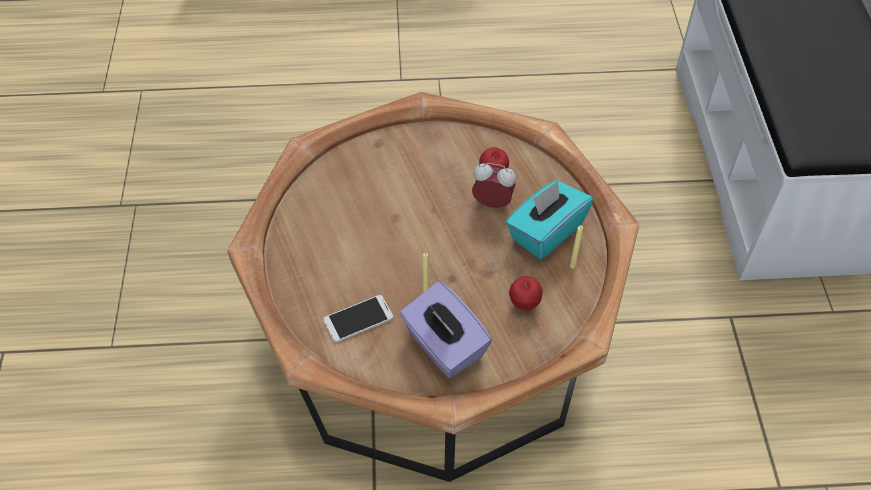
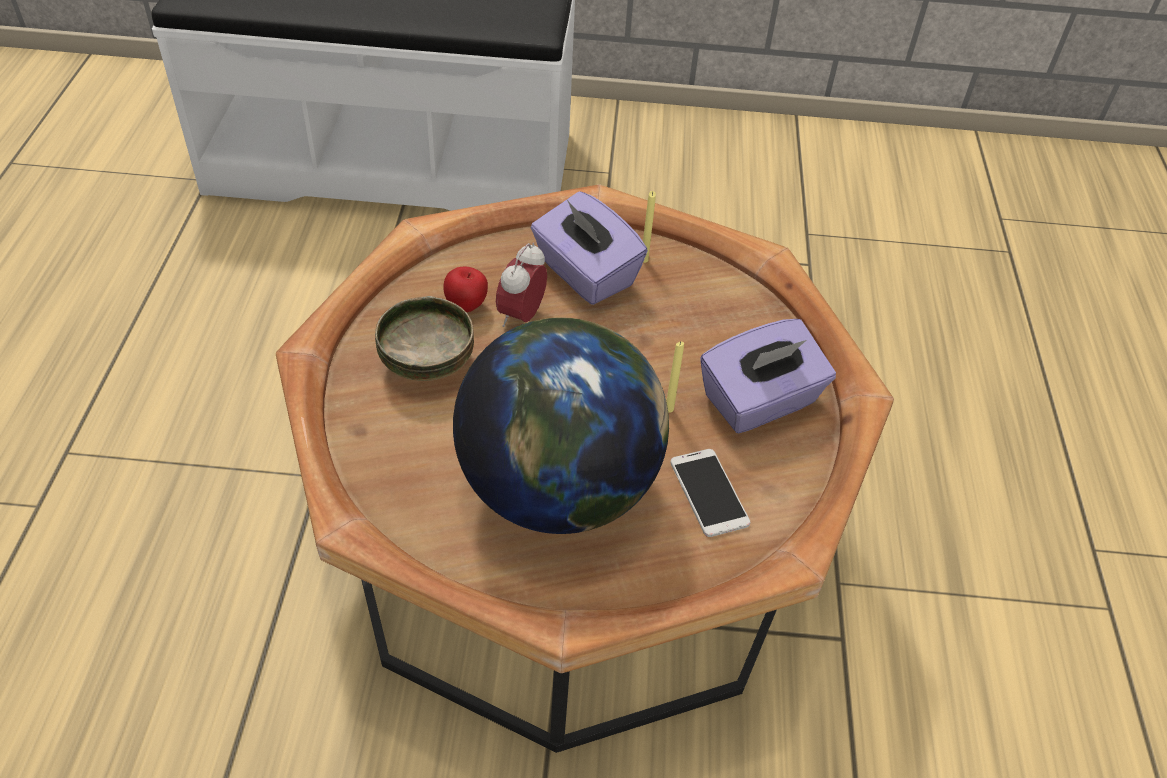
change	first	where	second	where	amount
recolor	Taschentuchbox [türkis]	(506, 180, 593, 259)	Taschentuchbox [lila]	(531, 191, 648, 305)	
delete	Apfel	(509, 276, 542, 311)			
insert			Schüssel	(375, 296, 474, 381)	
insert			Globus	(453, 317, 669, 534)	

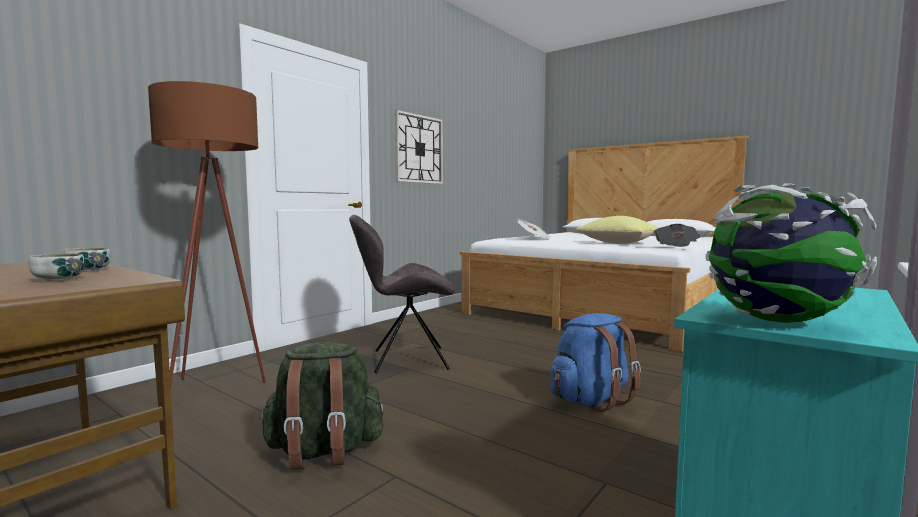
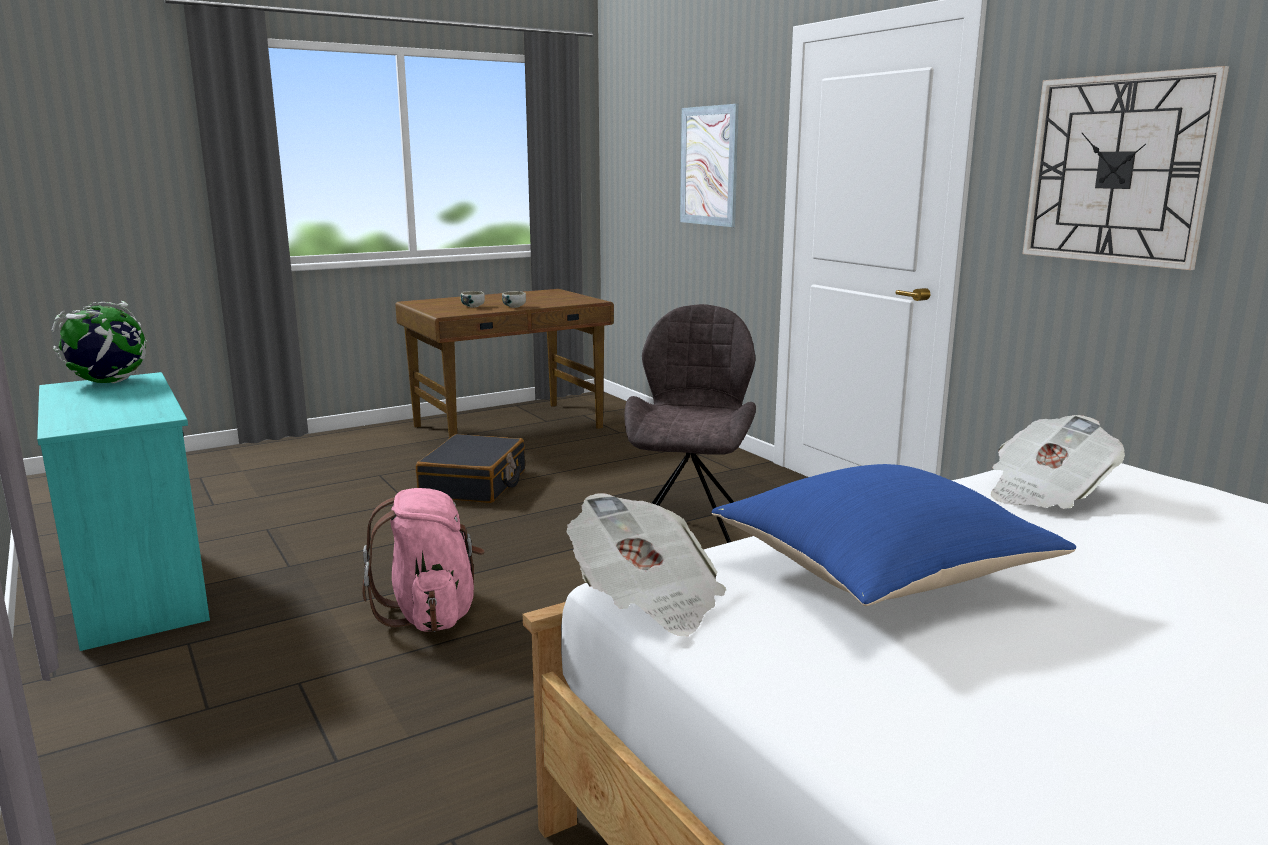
change	first	where	second	where	amount
delete	Stehlampe [braun]	(148, 81, 266, 387)			
recolor	Kissen [gelb]	(576, 216, 660, 244)	Kissen [blau]	(712, 464, 1076, 606)	
recolor	Rucksack [blau]	(550, 313, 641, 412)	Rucksack [rosa]	(362, 488, 485, 632)	
replace	Rucksack [grün]	(259, 342, 384, 470)	Koffer [schwarz]	(416, 434, 525, 503)	
insert			Bild	(680, 104, 739, 227)	

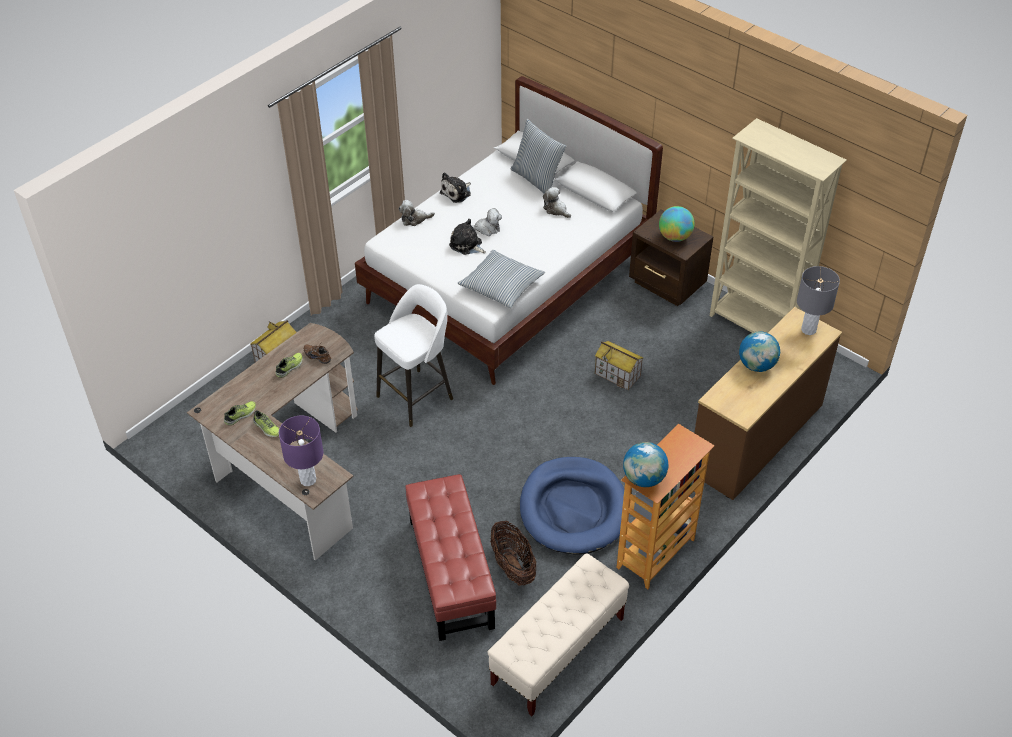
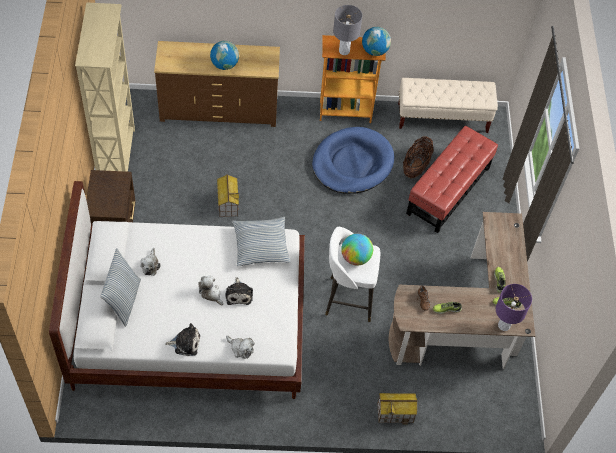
change	first	where	second	where	amount
move	Globus	(659, 206, 695, 242)		(341, 233, 373, 265)	
move	Tischlampe [grau]	(797, 266, 840, 335)		(333, 5, 362, 55)	
move	Tischlampe [lila]	(279, 415, 323, 486)		(496, 284, 532, 331)	

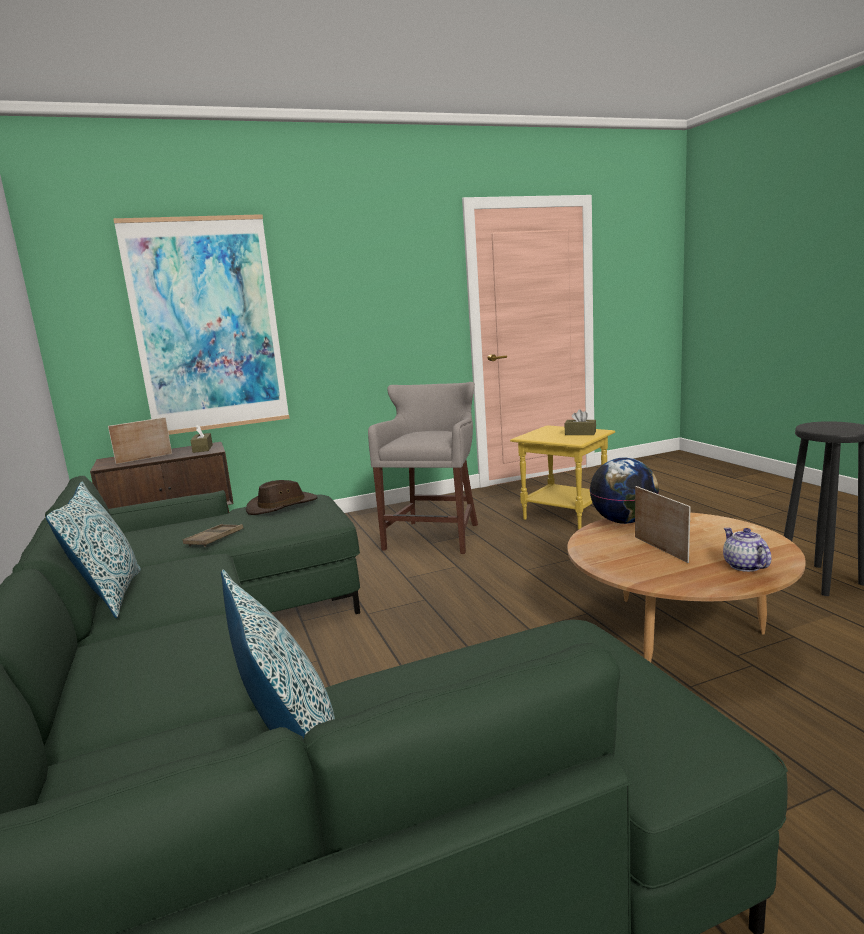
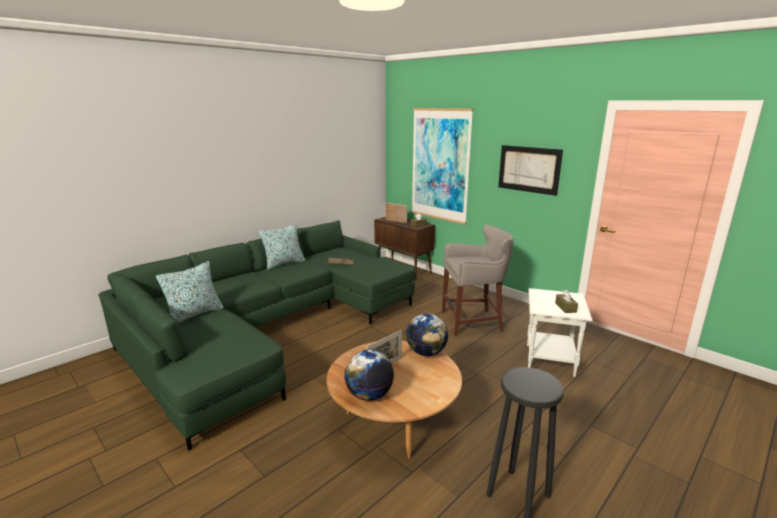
change	first	where	second	where	amount
recolor	Beistelltisch [gelb]	(510, 425, 615, 529)	Beistelltisch [weiß]	(527, 288, 593, 377)	
delete	Hut [braun]	(246, 480, 318, 515)			
replace	Teekanne	(723, 528, 771, 572)	Globus	(344, 350, 394, 401)	
insert			Bild	(498, 145, 563, 196)	

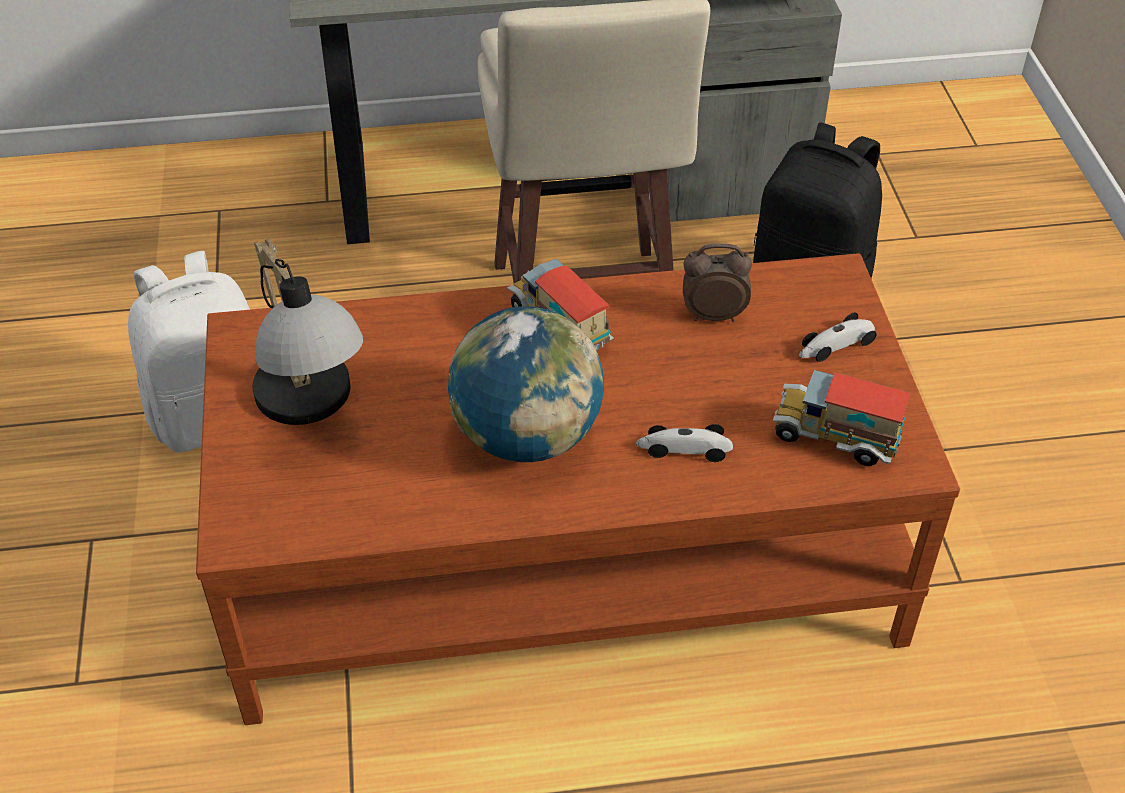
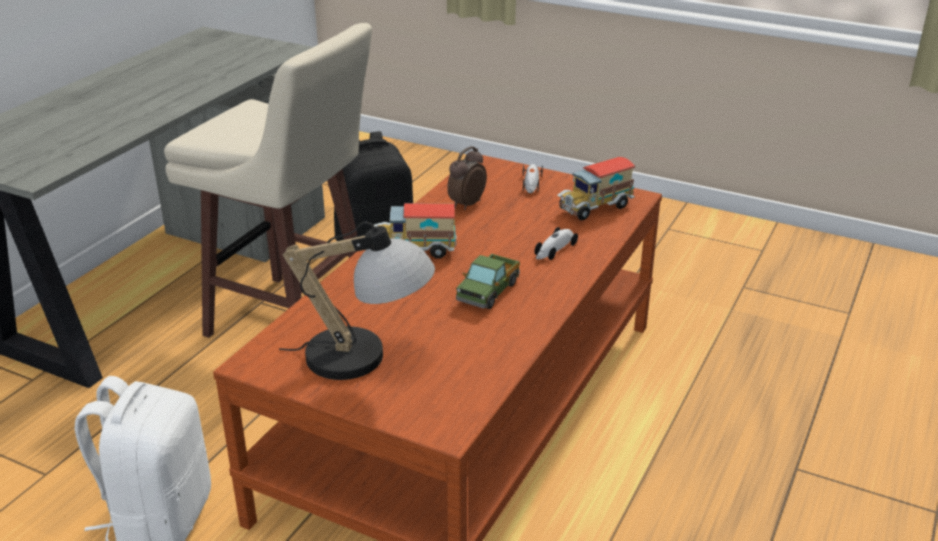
change	first	where	second	where	amount
replace	Globus	(448, 306, 604, 462)	Spielzeuglaster	(456, 254, 520, 309)	

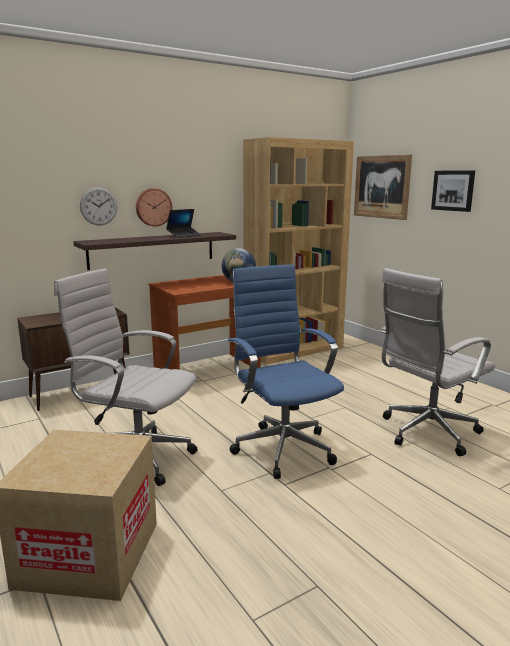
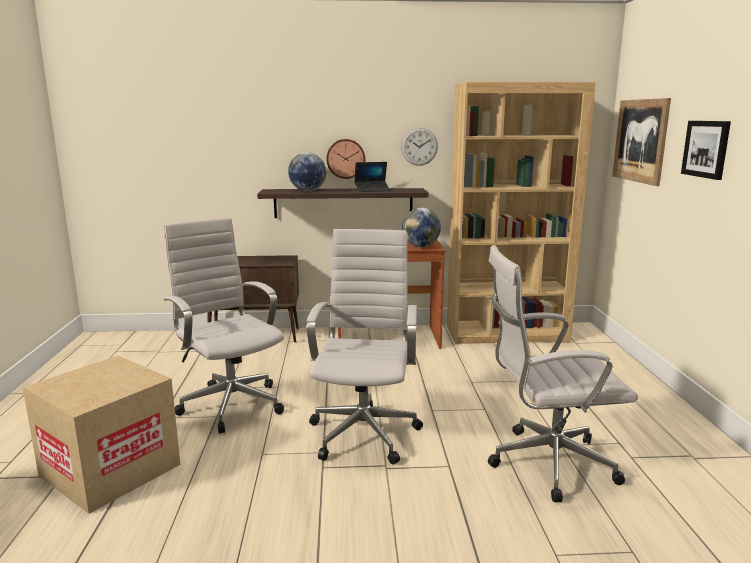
change	first	where	second	where	amount
move	Wanduhr	(80, 187, 117, 226)		(401, 128, 438, 166)	
recolor	Bürostuhl [blau]	(228, 264, 344, 479)	Bürostuhl [weiß]	(307, 229, 423, 464)	
insert			Globus	(288, 152, 326, 191)	

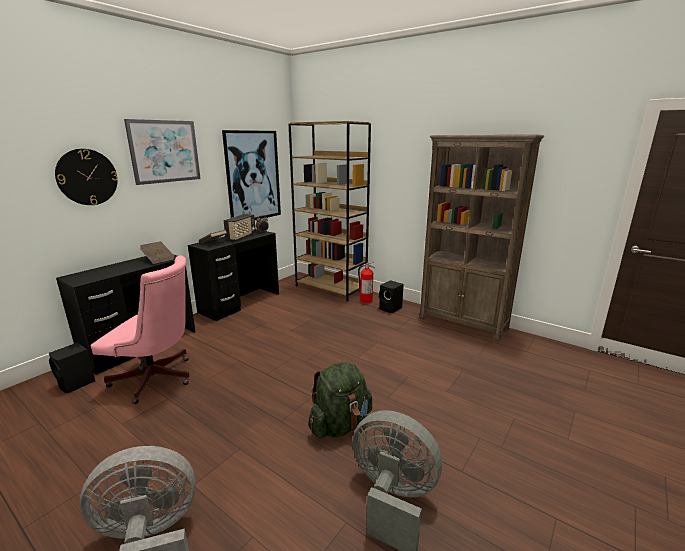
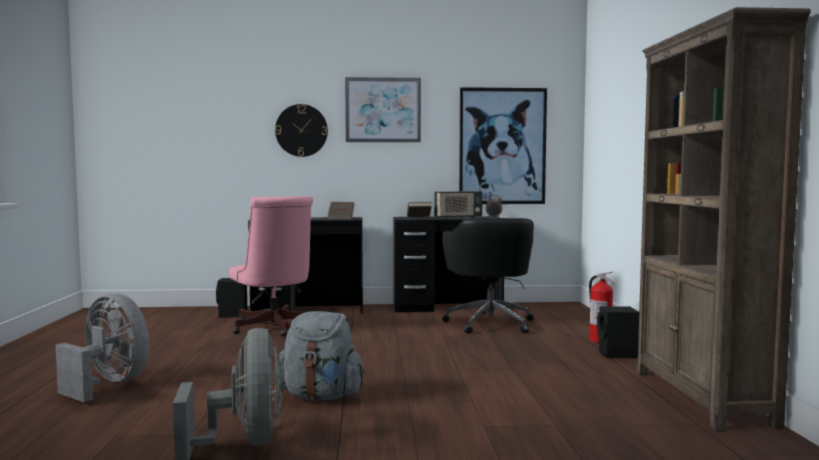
change	first	where	second	where	amount
delete	Bücherregal [braun]	(289, 121, 371, 301)			
recolor	Rucksack [grün]	(308, 362, 372, 438)	Rucksack [grau]	(277, 311, 365, 401)	
insert			Bürostuhl [schwarz]	(442, 218, 534, 334)	

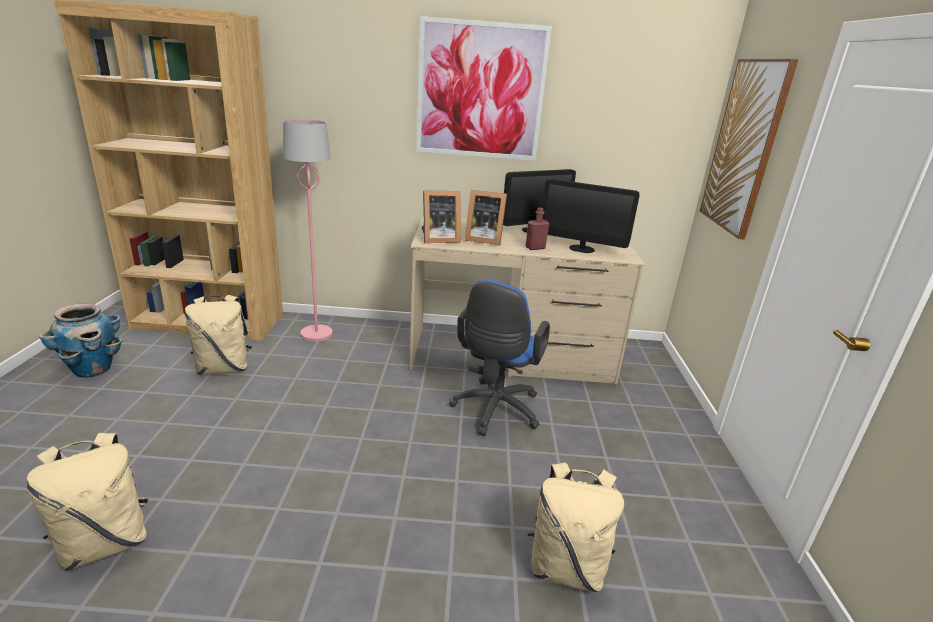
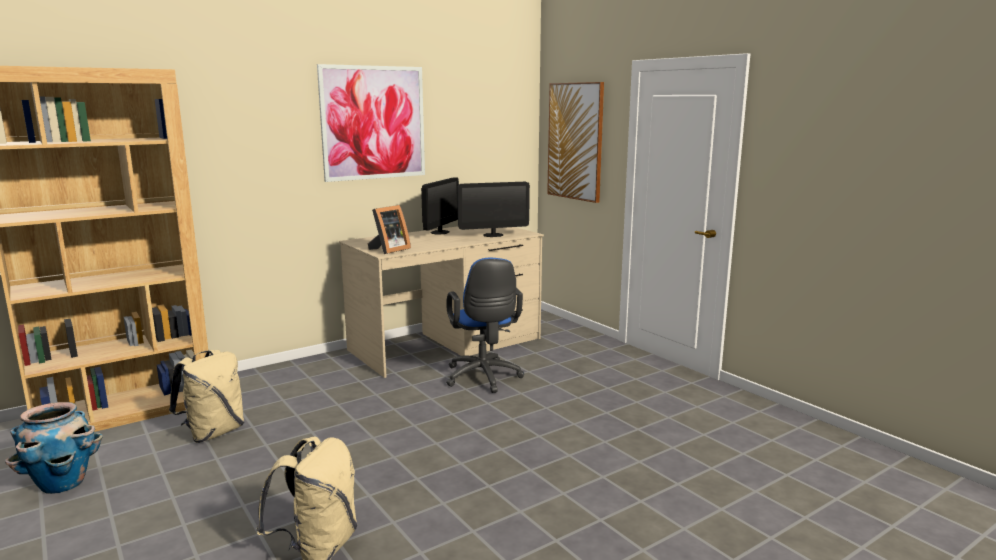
change	first	where	second	where	amount
delete	Stehlampe [rosa]	(283, 119, 333, 342)			
delete	Bilderrahmen	(465, 190, 507, 245)			
delete	Flasche [rot]	(526, 207, 549, 250)			
delete	Rucksack [beige]	(528, 462, 624, 592)			

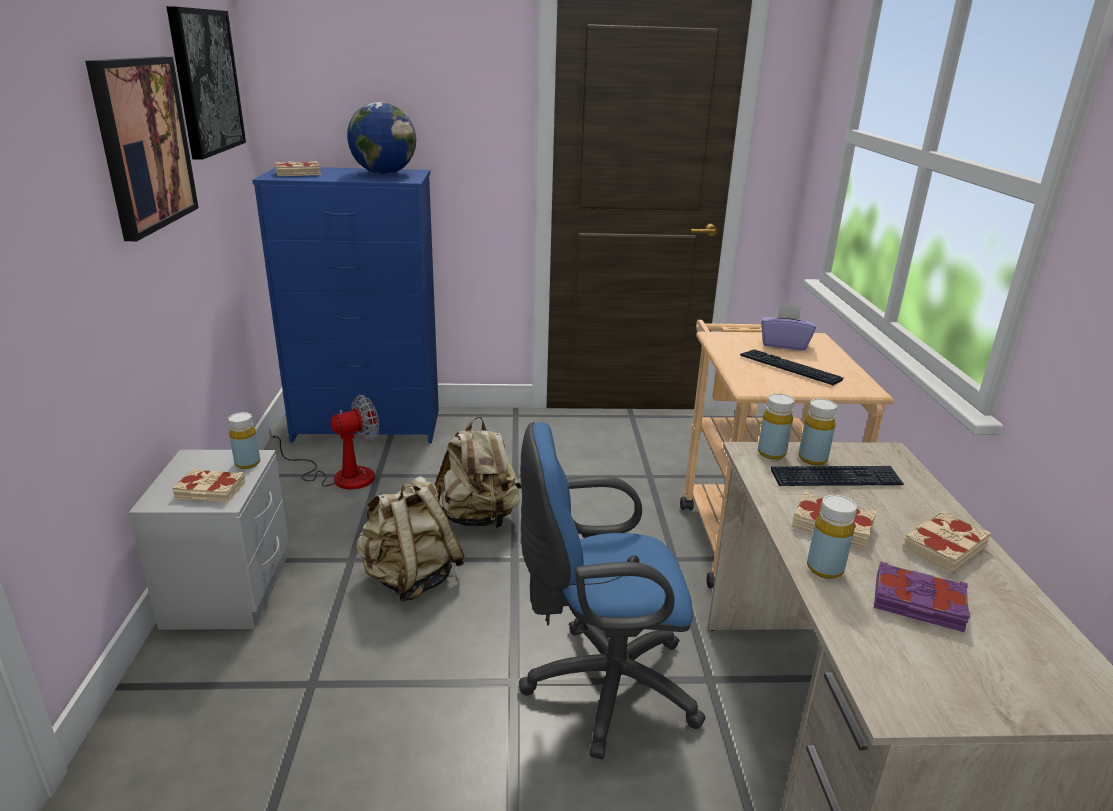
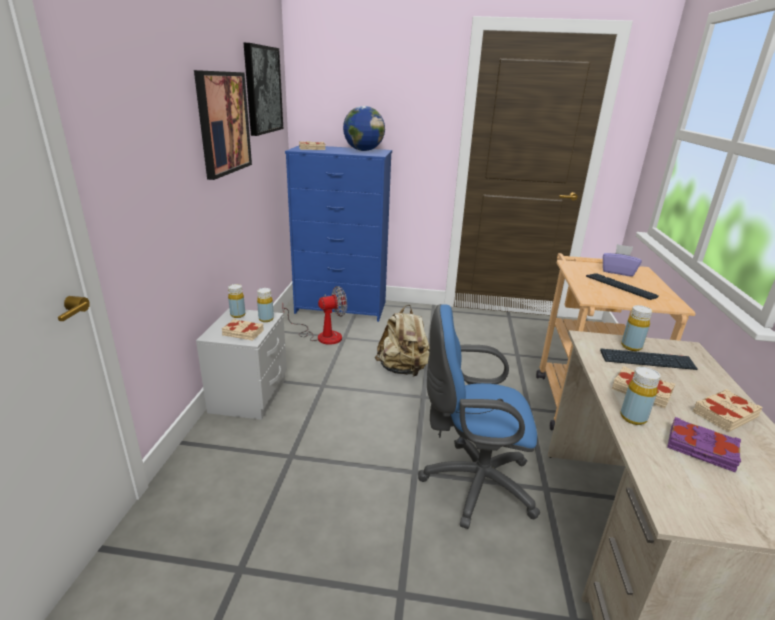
change	first	where	second	where	amount
move	Flasche [gelb]	(758, 393, 794, 460)		(228, 284, 245, 318)	
delete	Rucksack [beige]	(356, 476, 465, 602)			

